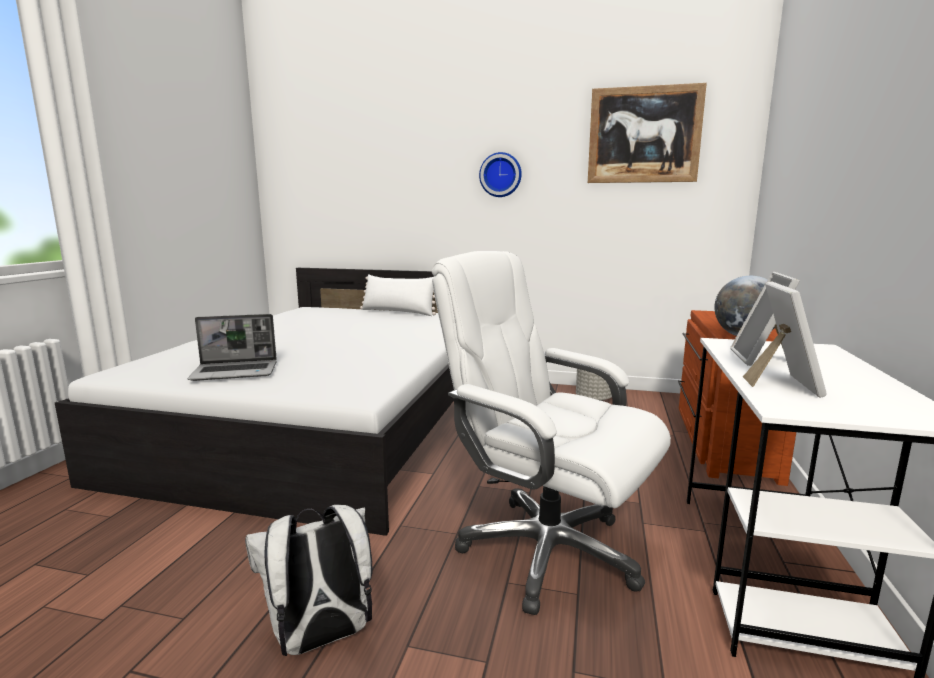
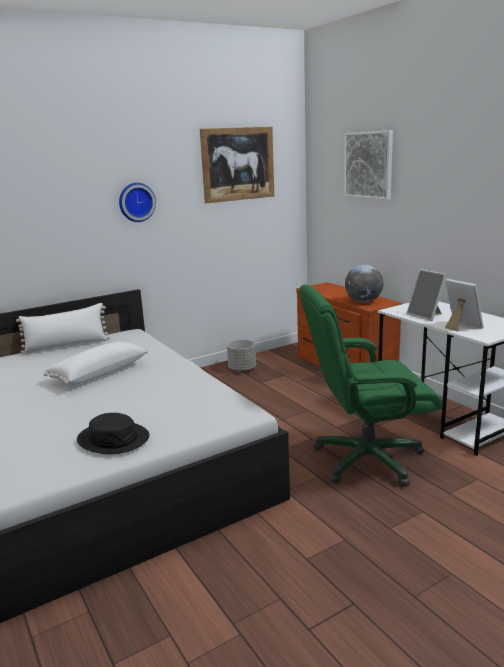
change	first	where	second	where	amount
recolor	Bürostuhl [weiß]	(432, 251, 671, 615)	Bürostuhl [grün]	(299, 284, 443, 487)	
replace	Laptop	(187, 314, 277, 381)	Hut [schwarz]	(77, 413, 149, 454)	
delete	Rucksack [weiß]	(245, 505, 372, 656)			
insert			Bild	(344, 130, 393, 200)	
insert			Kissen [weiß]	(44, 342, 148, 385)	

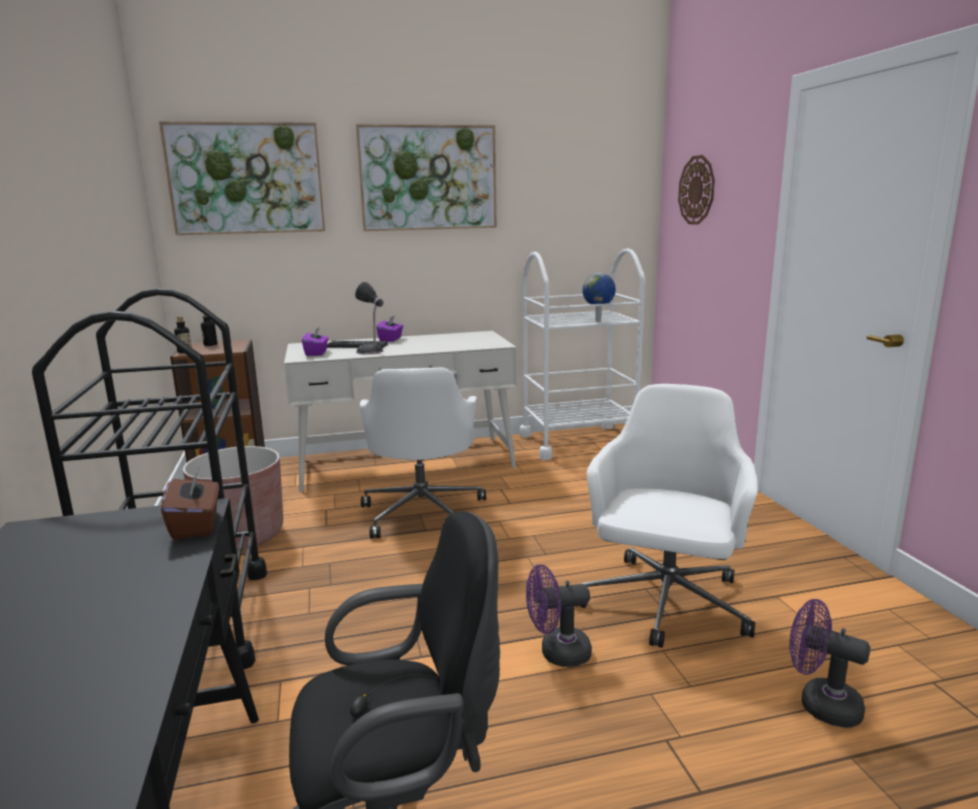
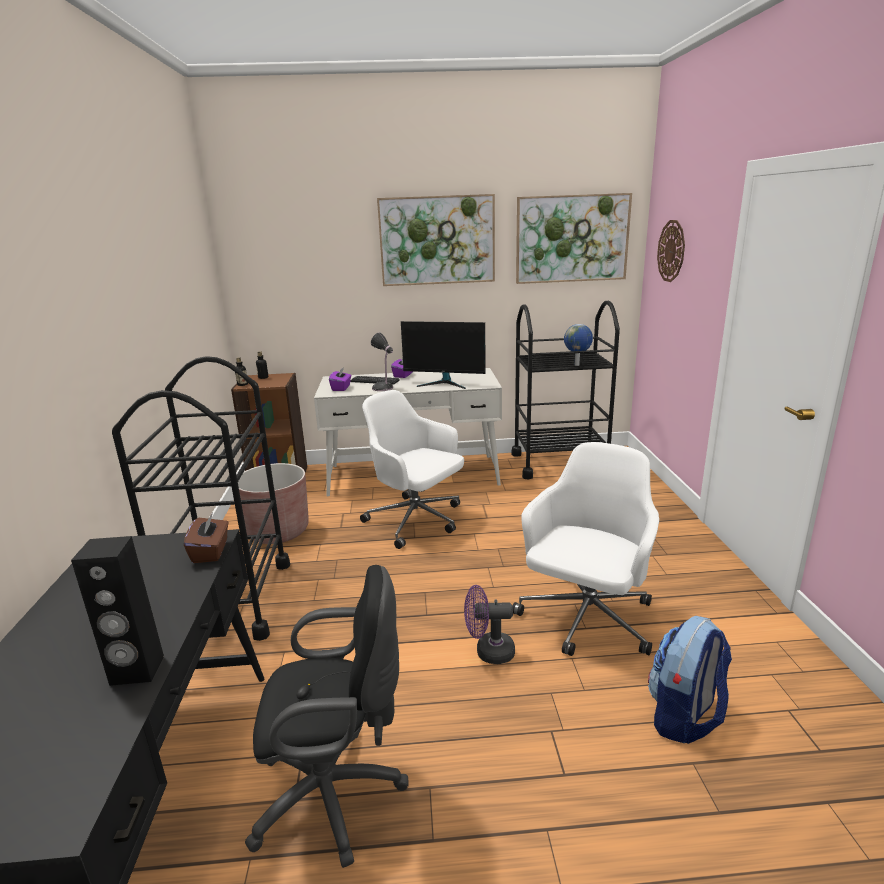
change	first	where	second	where	amount
move	Bild	(159, 122, 325, 235)		(516, 193, 632, 284)	
recolor	Rollwagen [weiß]	(520, 248, 645, 460)	Rollwagen [schwarz]	(512, 301, 620, 479)	
rotate	Bürostuhl [weiß]	(360, 367, 486, 538)		(360, 390, 464, 549)	120 degrees clockwise
replace	Ventilator [lila]	(789, 599, 871, 728)	Rucksack	(648, 616, 732, 744)	
insert			Monitor	(401, 321, 486, 389)	
insert			Lautsprecher [schwarz]	(71, 536, 164, 686)	

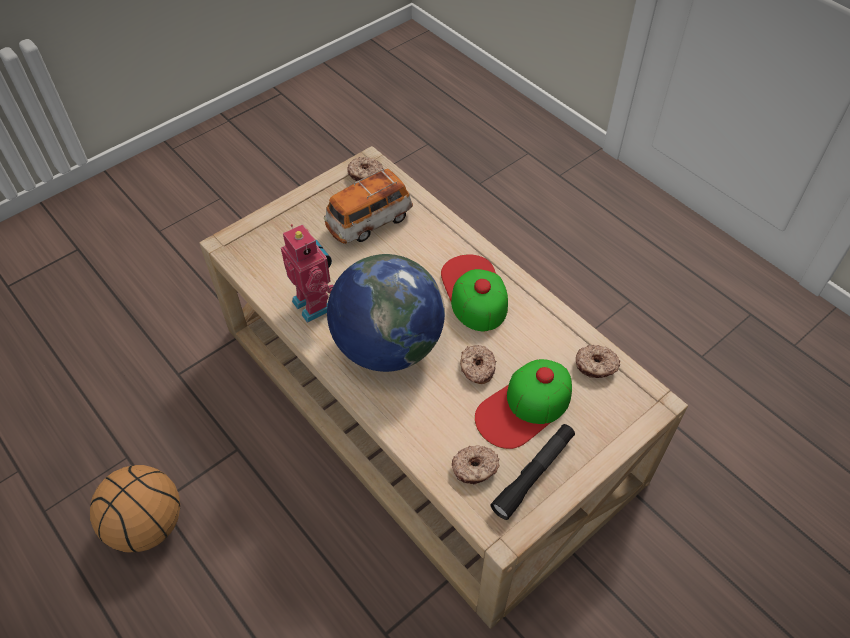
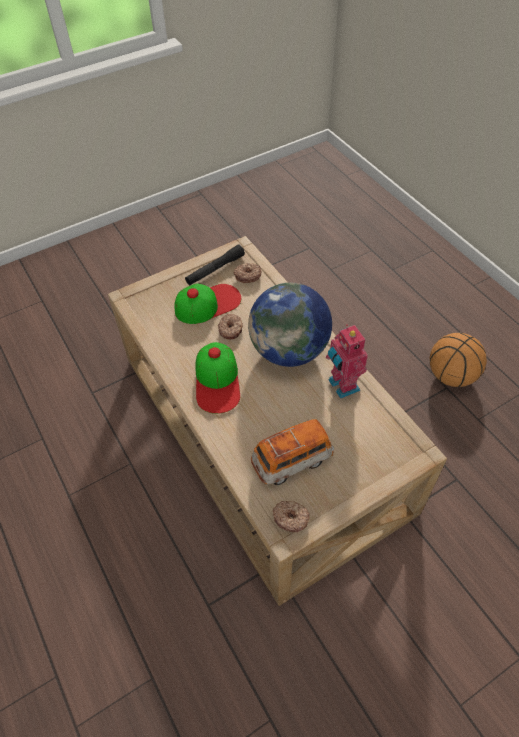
change	first	where	second	where	amount
delete	Donut	(576, 345, 620, 378)			

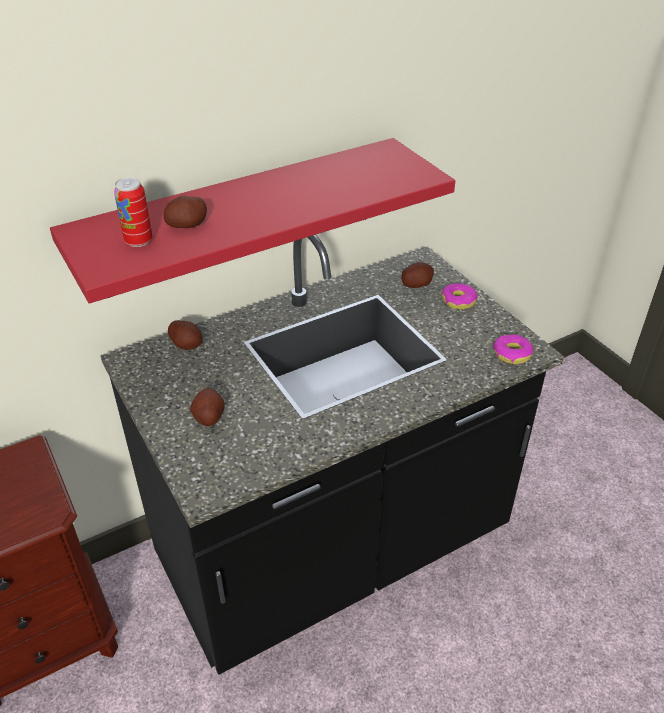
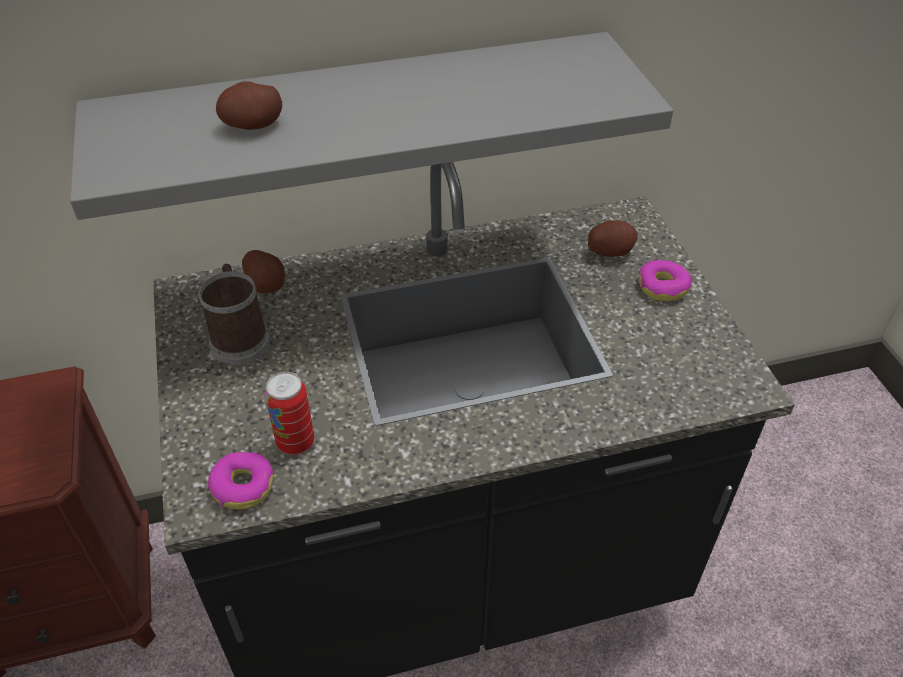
change	first	where	second	where	amount
recolor	Wandregal [rot]	(50, 138, 455, 303)	Wandregal [grau]	(70, 32, 673, 220)	
move	Dose	(114, 177, 152, 247)		(265, 372, 315, 455)	
move	Donut	(493, 334, 533, 364)		(208, 452, 274, 509)	
delete	Kartoffel	(190, 388, 224, 426)			
insert			Henkelbecher	(198, 264, 270, 365)	

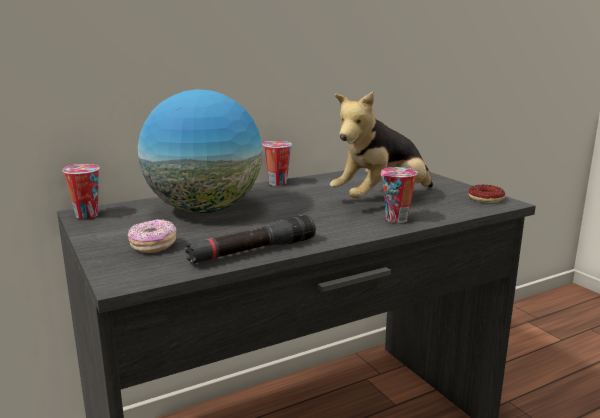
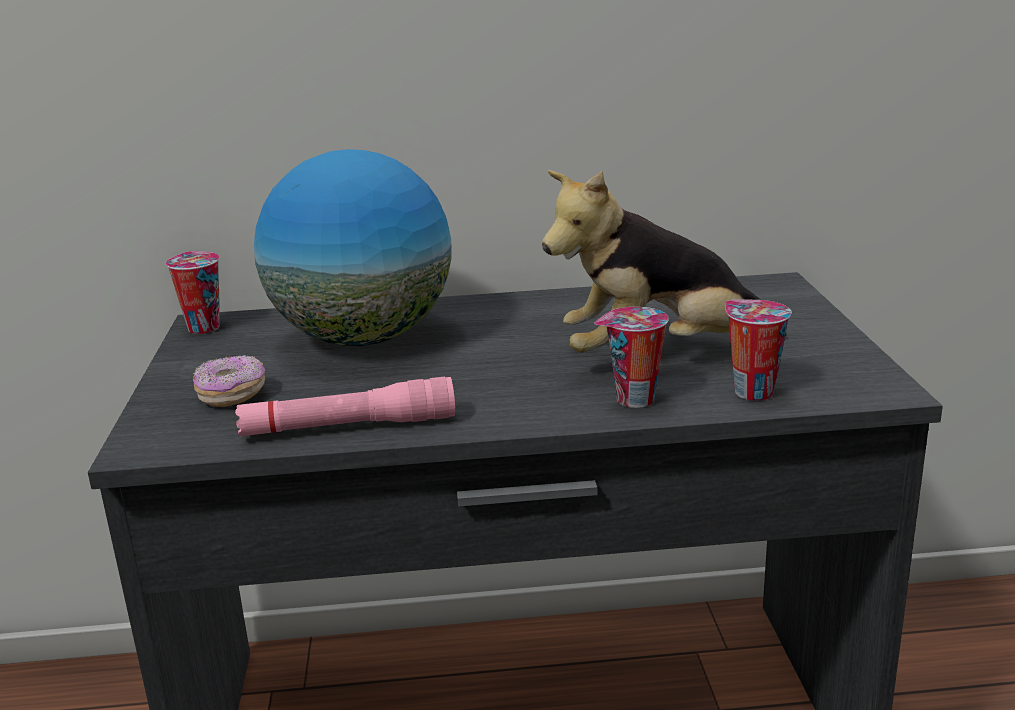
change	first	where	second	where	amount
move	Tasse	(262, 141, 292, 186)		(725, 300, 792, 401)	
delete	Donut	(468, 185, 505, 203)			
recolor	Taschenlampe [schwarz]	(185, 214, 316, 264)	Taschenlampe [rosa]	(235, 377, 455, 436)	

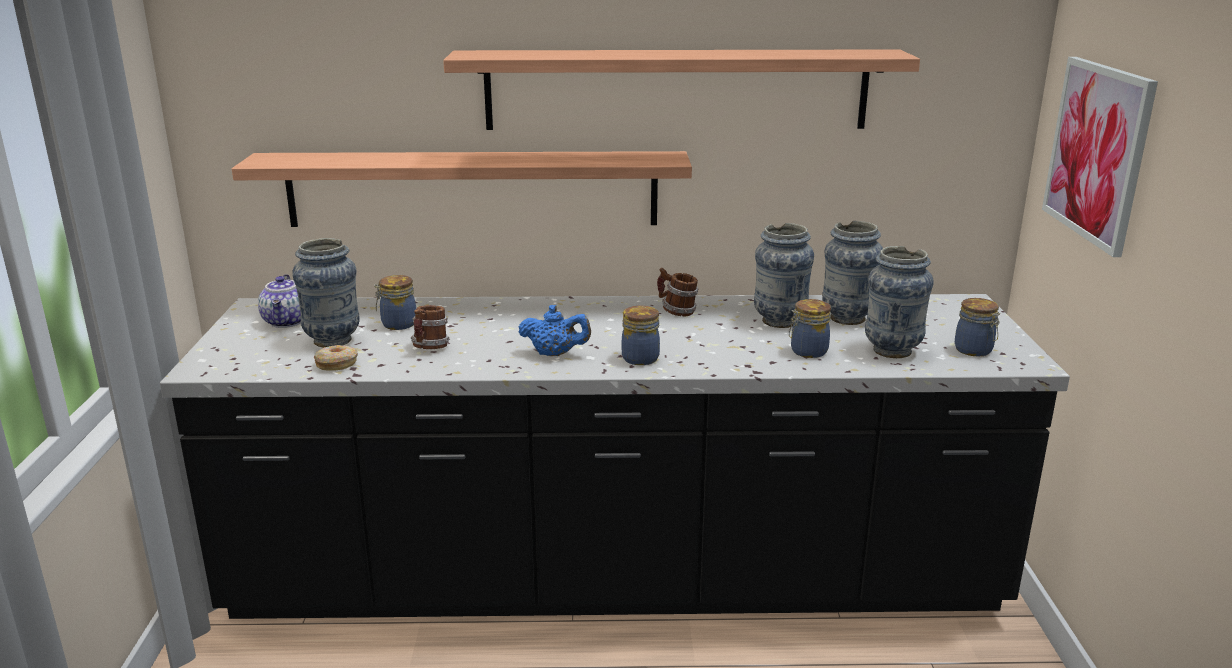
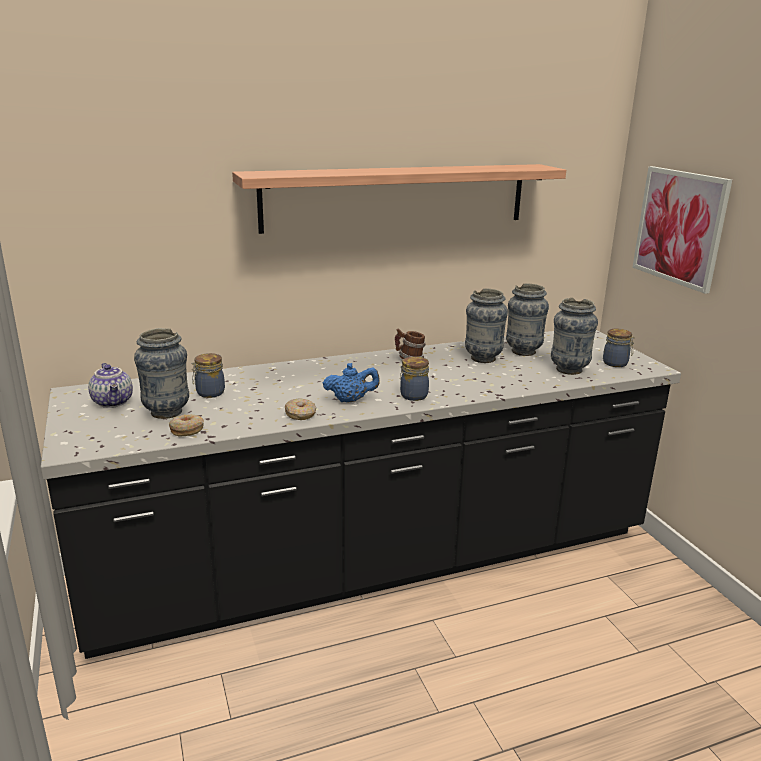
change	first	where	second	where	amount
delete	Wandregal	(232, 151, 692, 227)			
delete	Vorratsglas	(789, 299, 831, 358)			
delete	Henkelbecher	(411, 305, 449, 349)			
insert			Donut	(285, 399, 316, 420)	

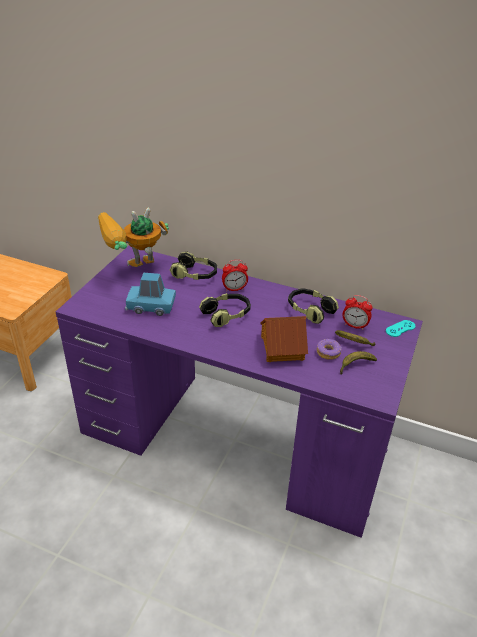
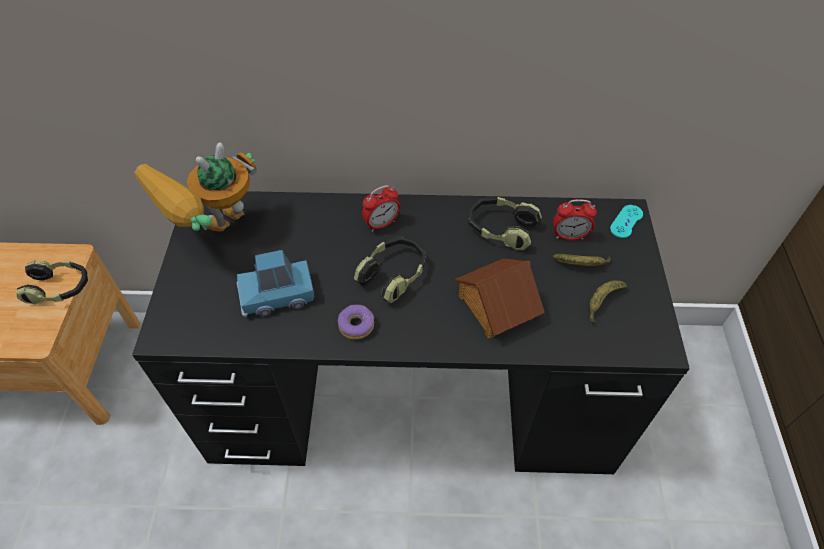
change	first	where	second	where	amount
recolor	Schreibtisch [lila]	(56, 246, 423, 538)	Schreibtisch [schwarz]	(132, 191, 690, 474)	
move	Kopfhörer	(170, 252, 217, 280)		(16, 261, 88, 304)	
move	Donut	(317, 339, 342, 360)		(338, 305, 375, 340)	

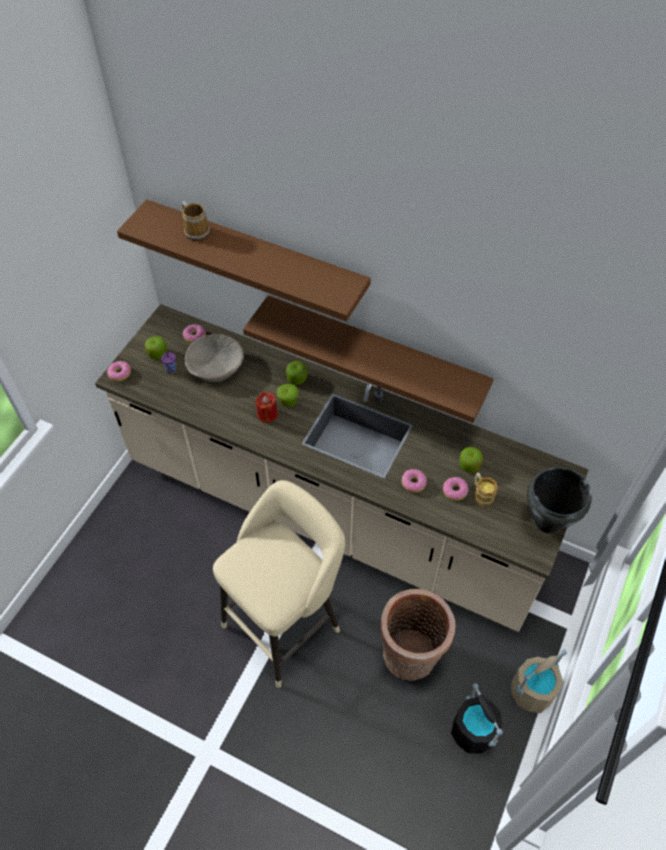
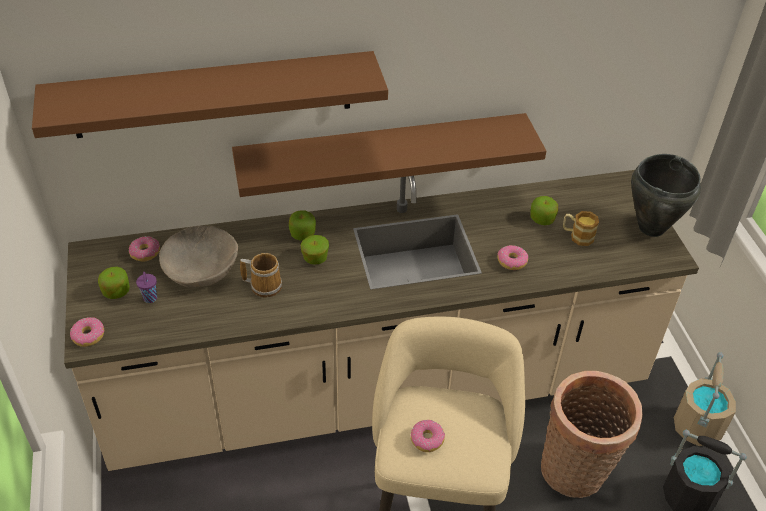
change	first	where	second	where	amount
move	Henkelbecher	(182, 201, 210, 241)		(240, 253, 282, 298)	
delete	Kerze [rot]	(255, 392, 278, 423)			
move	Donut	(443, 477, 469, 501)		(411, 420, 445, 452)	

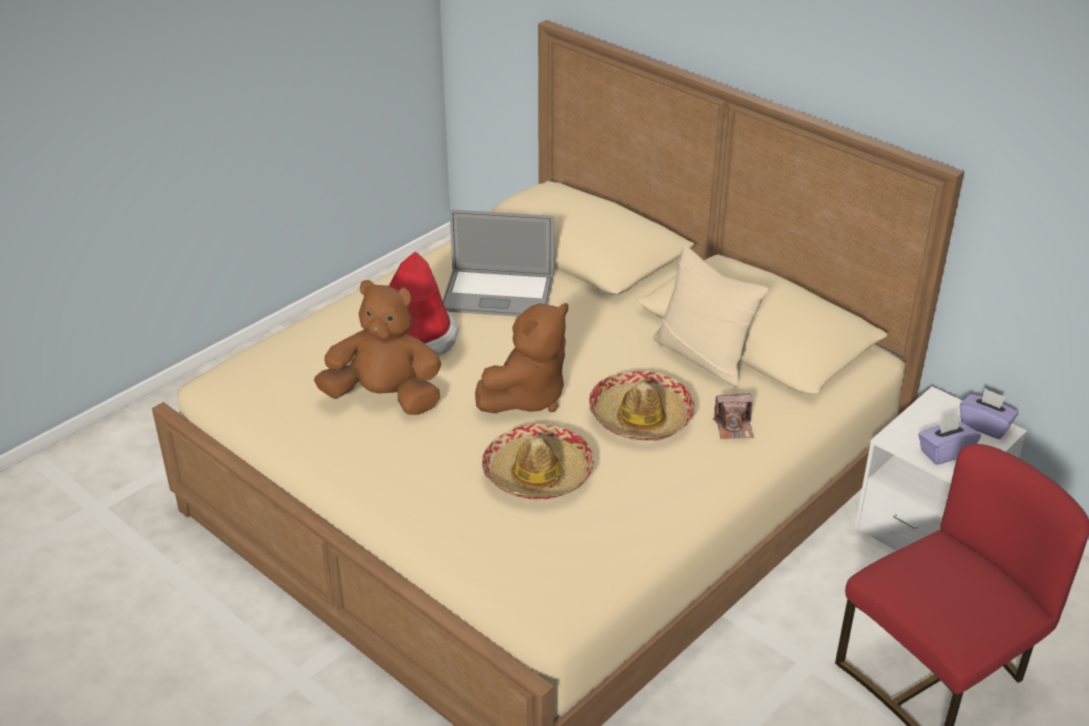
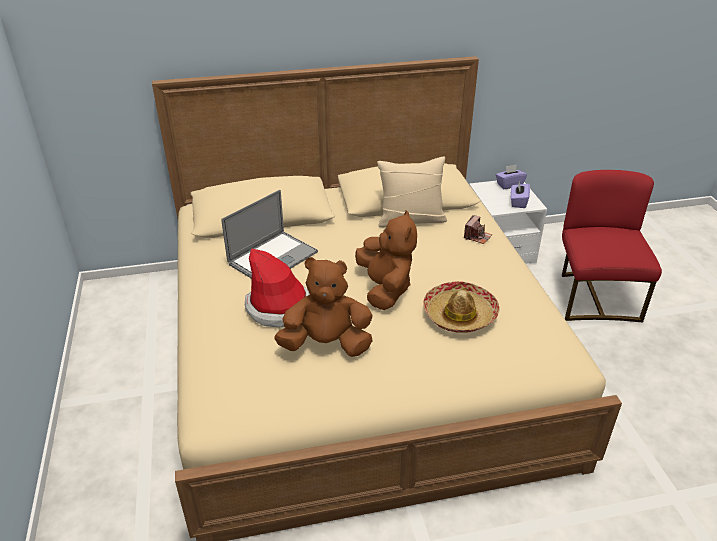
change	first	where	second	where	amount
rotate	Plüschtier [braun]	(314, 280, 441, 415)		(274, 257, 373, 357)	45 degrees clockwise
delete	Hut	(589, 371, 695, 441)			

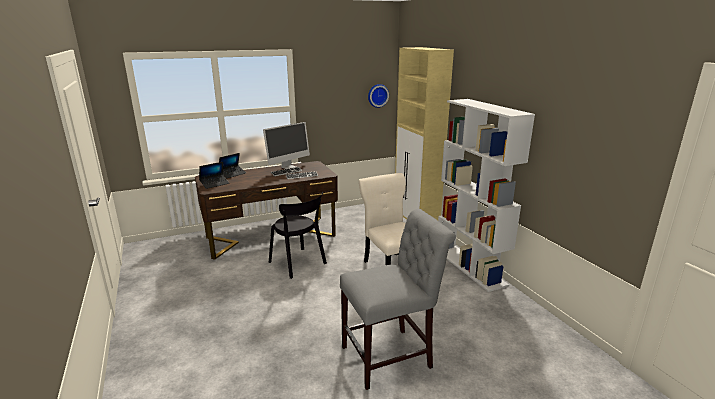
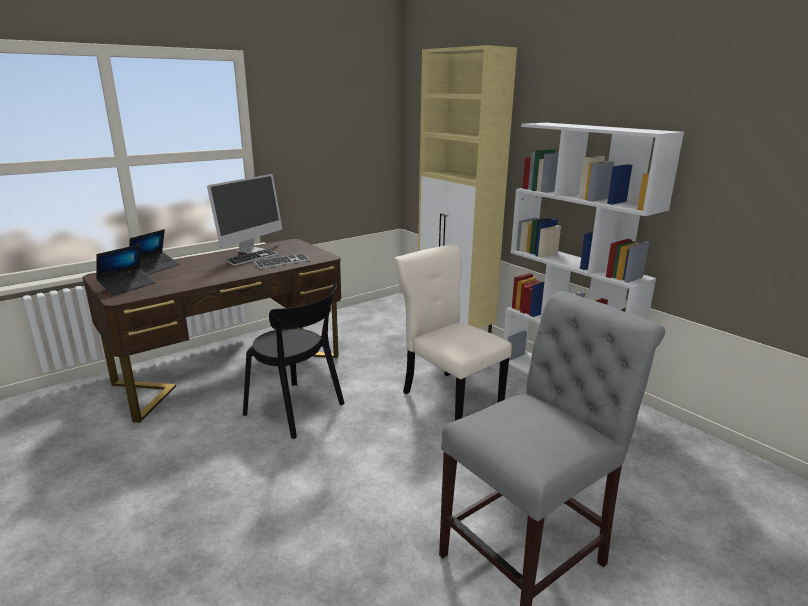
change	first	where	second	where	amount
delete	Wanduhr	(368, 84, 389, 108)			

